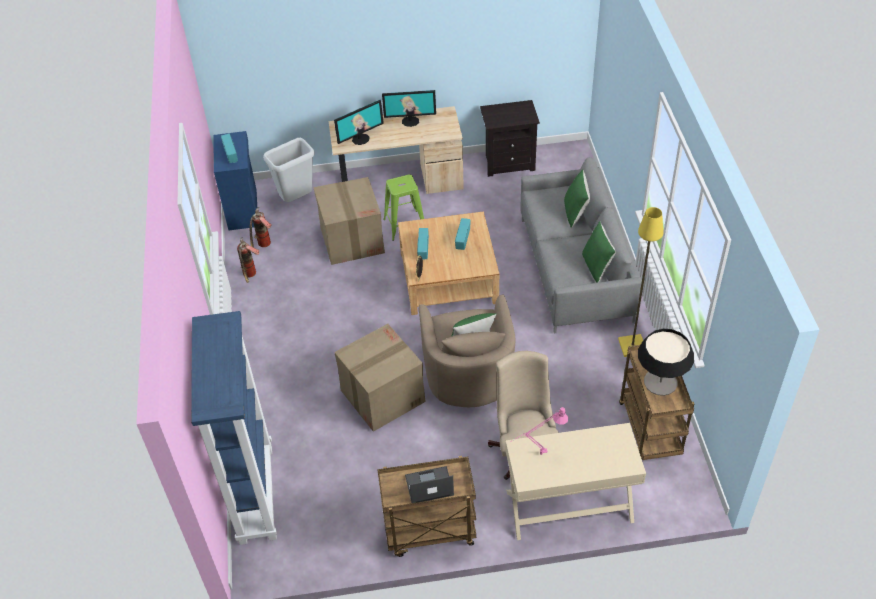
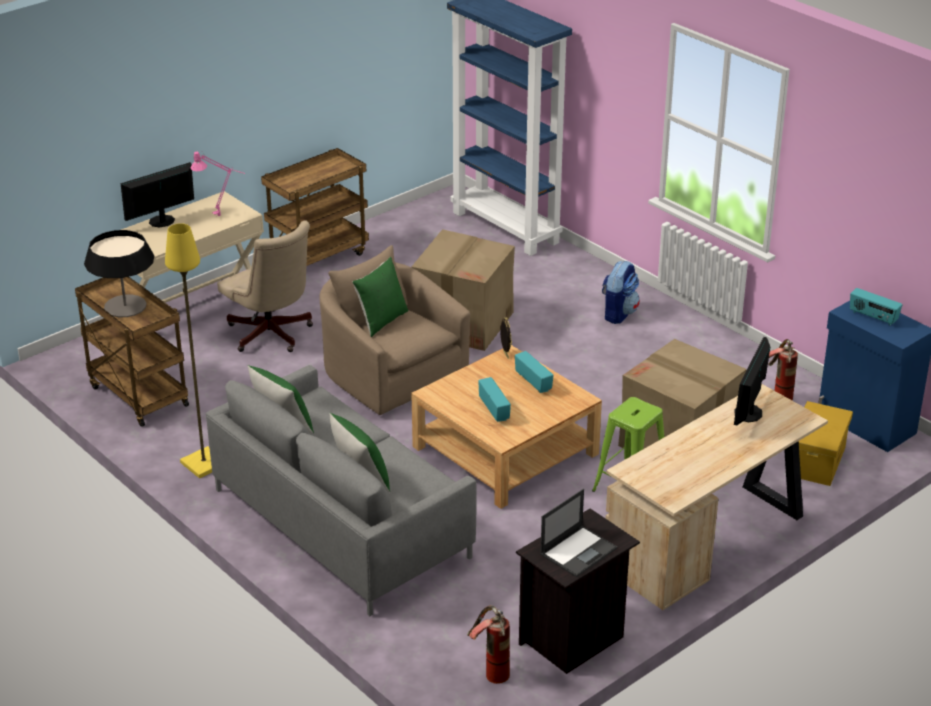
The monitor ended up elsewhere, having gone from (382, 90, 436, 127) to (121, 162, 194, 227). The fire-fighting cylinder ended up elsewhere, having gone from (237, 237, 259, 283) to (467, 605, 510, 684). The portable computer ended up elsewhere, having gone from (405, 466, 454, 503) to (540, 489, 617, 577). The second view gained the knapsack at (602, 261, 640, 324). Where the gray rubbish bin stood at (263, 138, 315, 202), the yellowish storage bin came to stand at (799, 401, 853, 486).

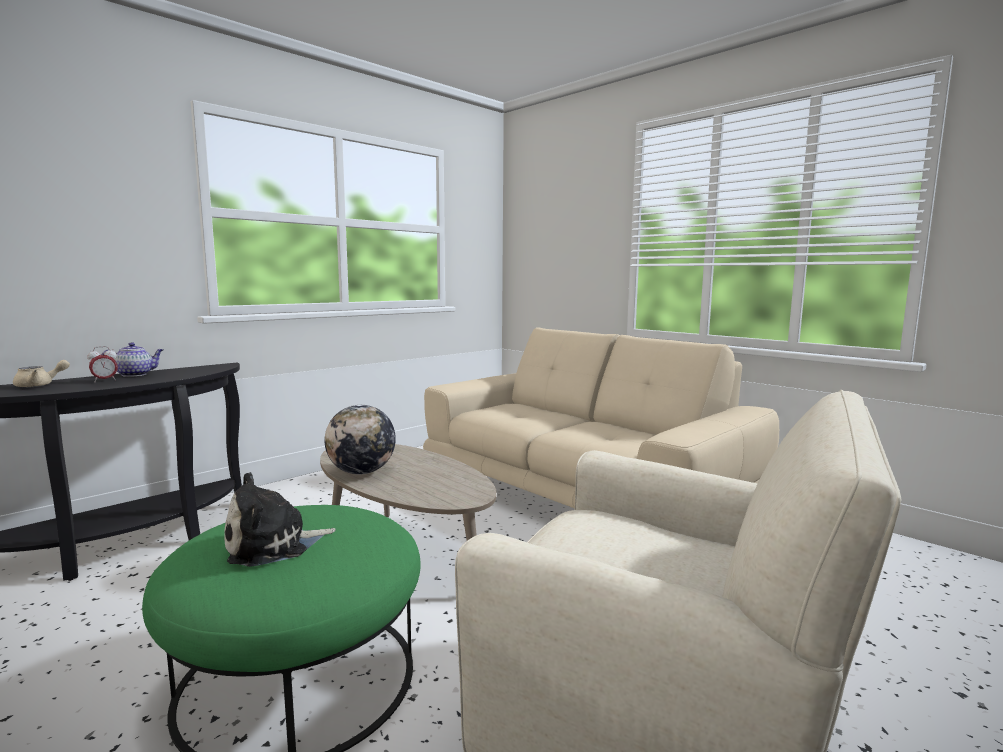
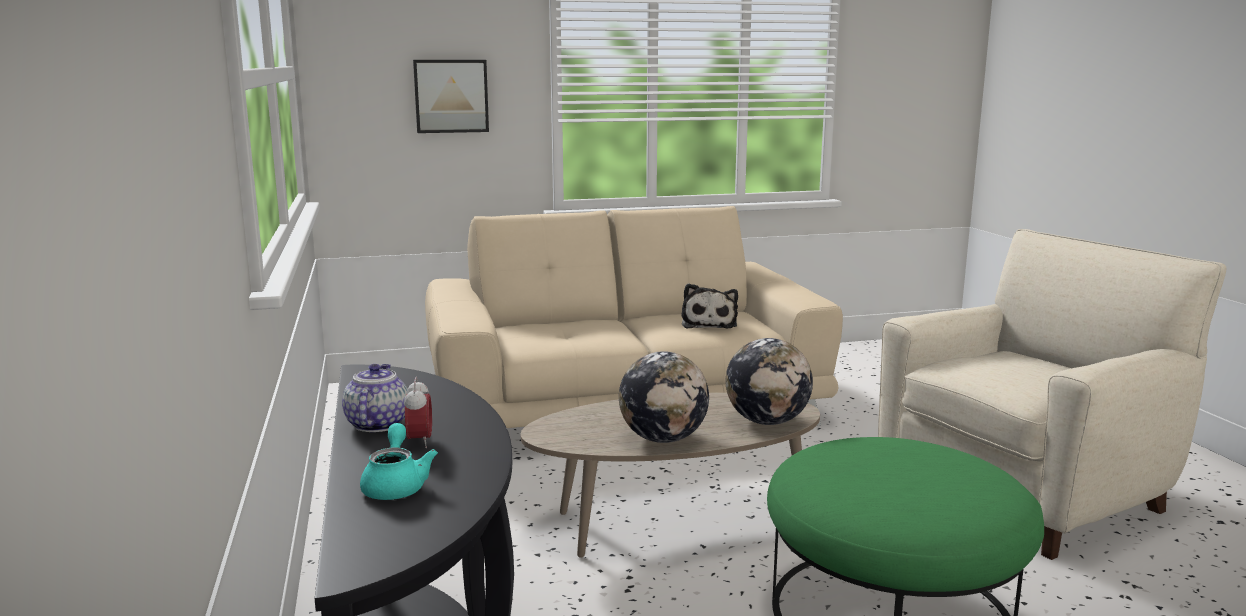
What was the beige pot for tea at (13, 360, 70, 388) turned into the blue-green pot for tea at (360, 423, 438, 500). The second view gained the wall picture at (413, 60, 489, 133). The plush toy ended up elsewhere, having gone from (224, 472, 336, 567) to (682, 283, 738, 329). The second view gained the desk globe at (726, 338, 813, 425).

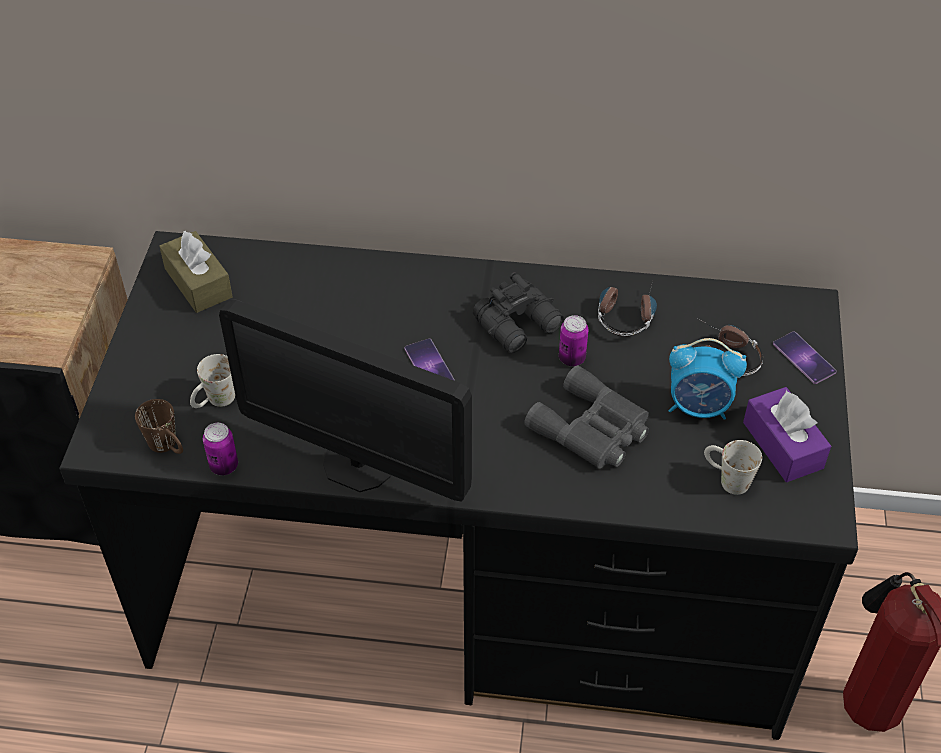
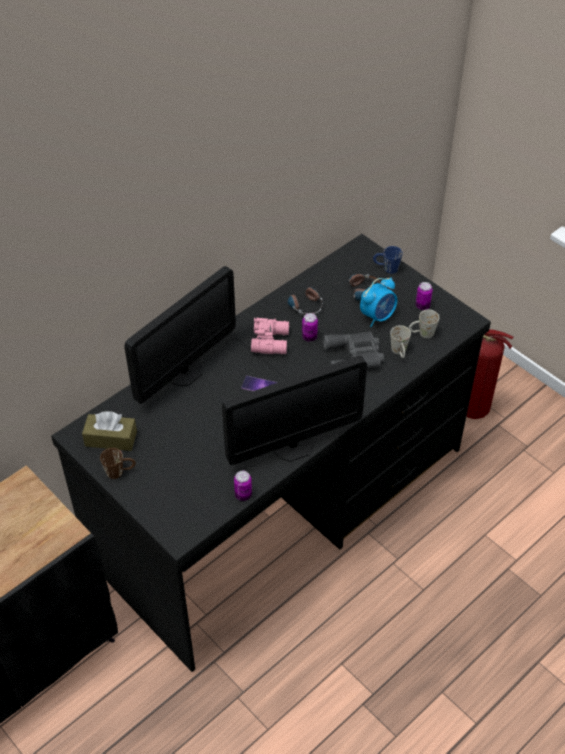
The brown coffee mug ended up elsewhere, having gone from (135, 399, 183, 454) to (100, 448, 136, 479). The second view gained the monitor at (124, 266, 236, 404). What was the black-coloured pair of binoculars at (473, 272, 564, 353) turned into the pink pair of binoculars at (251, 318, 289, 355). Where the phone stood at (773, 332, 837, 384), the blue coffee mug came to stand at (373, 246, 403, 274). The white coffee mug ended up elsewhere, having gone from (190, 354, 235, 408) to (390, 325, 411, 358). Where the purplish box of tissues stood at (743, 387, 831, 482), the can came to stand at (416, 282, 433, 310).

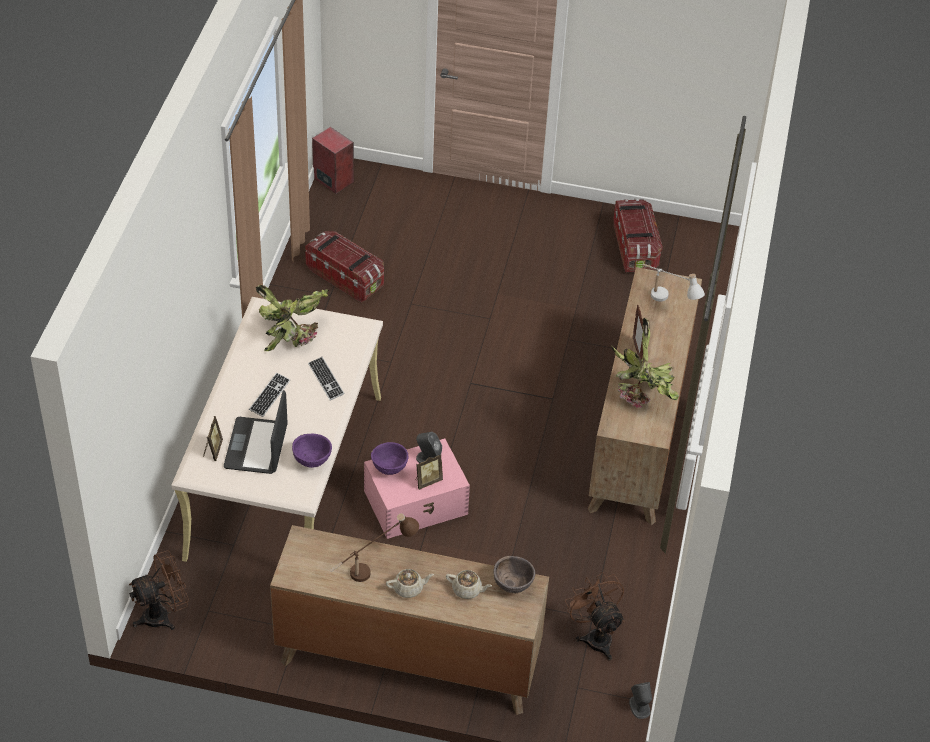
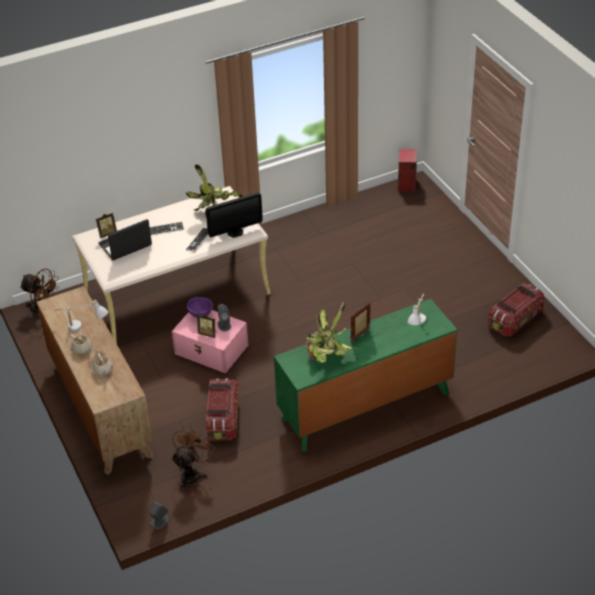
What was the brown table lamp at (330, 513, 419, 582) turned into the white table lamp at (54, 300, 108, 331). The second view gained the monitor at (206, 192, 263, 238). The storage bin ended up elsewhere, having gone from (305, 231, 384, 303) to (206, 378, 239, 441). What was the brown dresser at (588, 267, 702, 525) turned into the green-coloured dresser at (274, 299, 457, 451). The second view lost the purplish deep dish at (292, 433, 332, 468). The second view lost the brown deep dish at (493, 556, 535, 593).

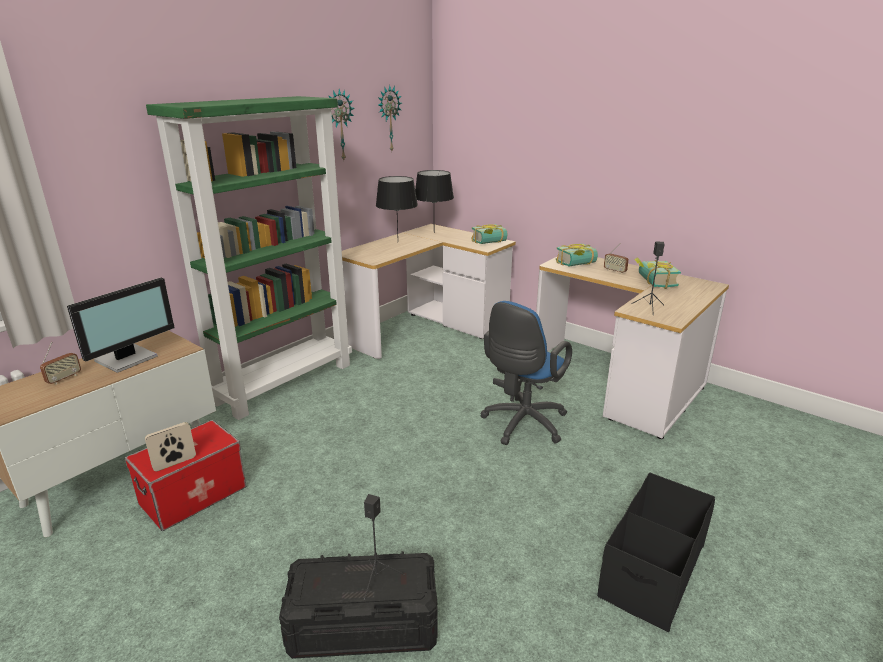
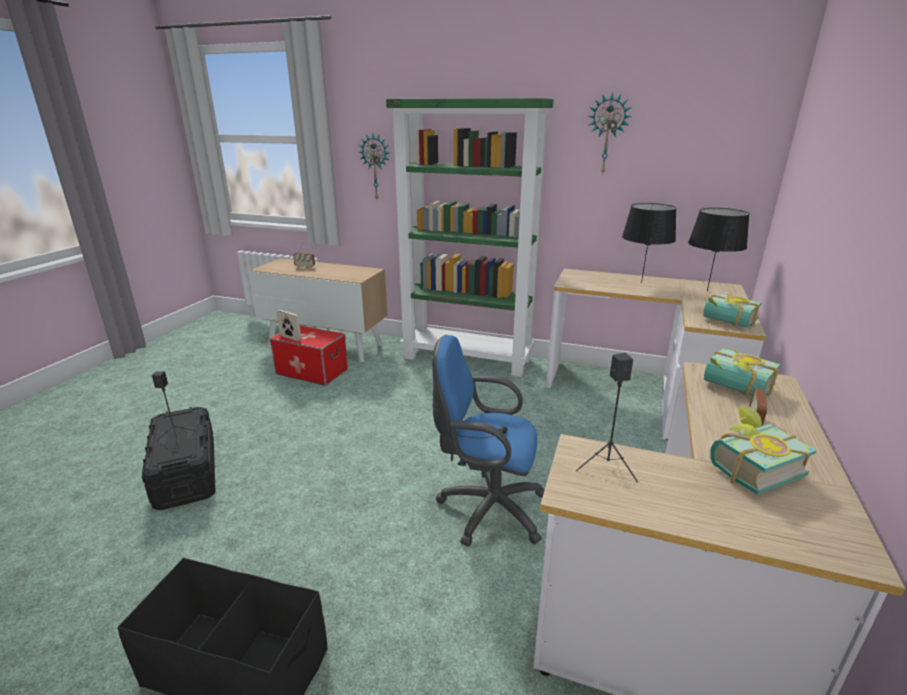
The wall clock ended up elsewhere, having gone from (378, 85, 402, 151) to (358, 134, 390, 200). The second view lost the monitor at (67, 278, 175, 373).

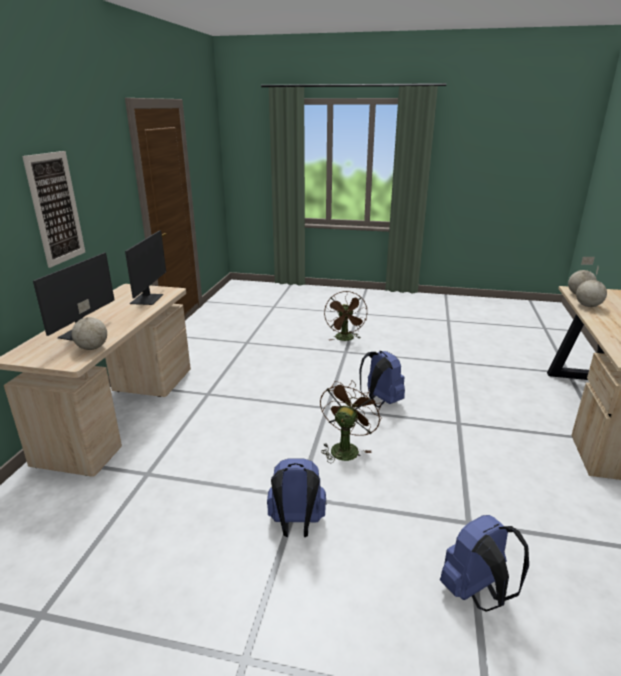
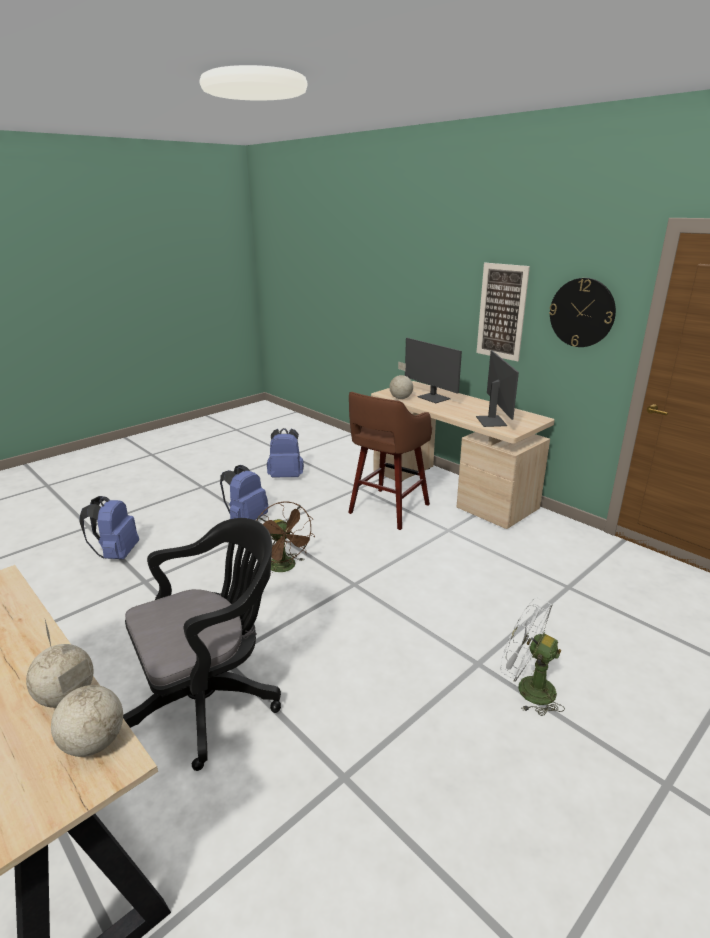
The second view gained the black-coloured desk chair at (123, 518, 281, 771). The blue knapsack ended up elsewhere, having gone from (359, 351, 405, 407) to (267, 428, 304, 478). The second view gained the brown stool seat at (348, 392, 432, 530). The monitor at (125, 230, 166, 305) ended up facing another way, 135 degrees counterclockwise from before. What was the brown fan at (324, 291, 367, 341) turned into the white fan at (500, 597, 565, 716). The second view gained the wall clock at (549, 278, 616, 347).

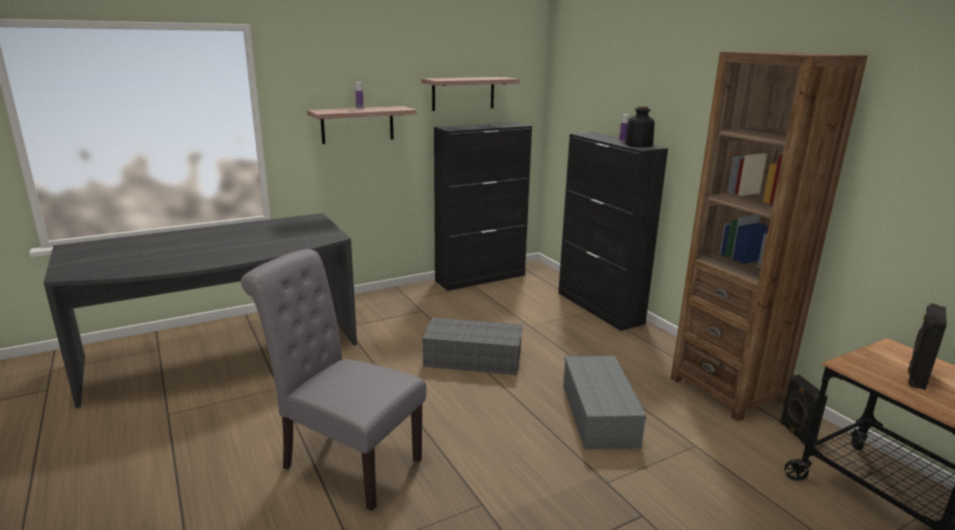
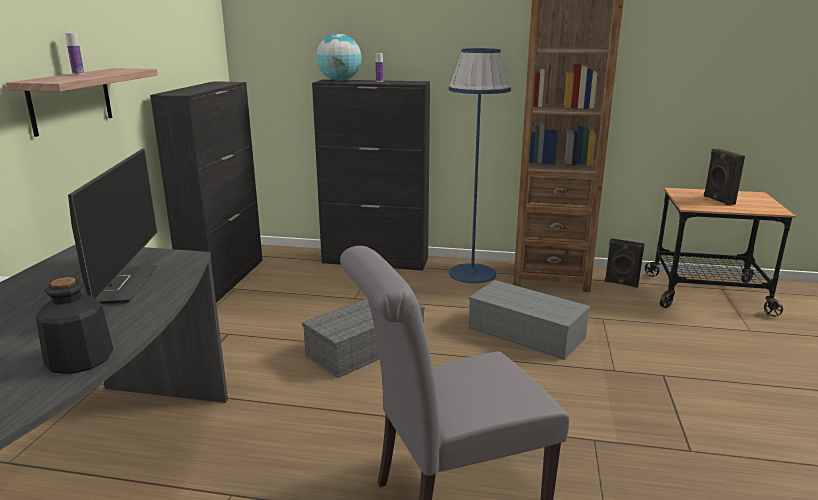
The drink bottle ended up elsewhere, having gone from (625, 106, 655, 147) to (36, 277, 114, 374). The second view gained the monitor at (68, 148, 157, 304). The second view gained the desk globe at (316, 34, 361, 81). The second view gained the blue standard lamp at (449, 48, 511, 283). The second view lost the wall shelf at (421, 77, 520, 111).

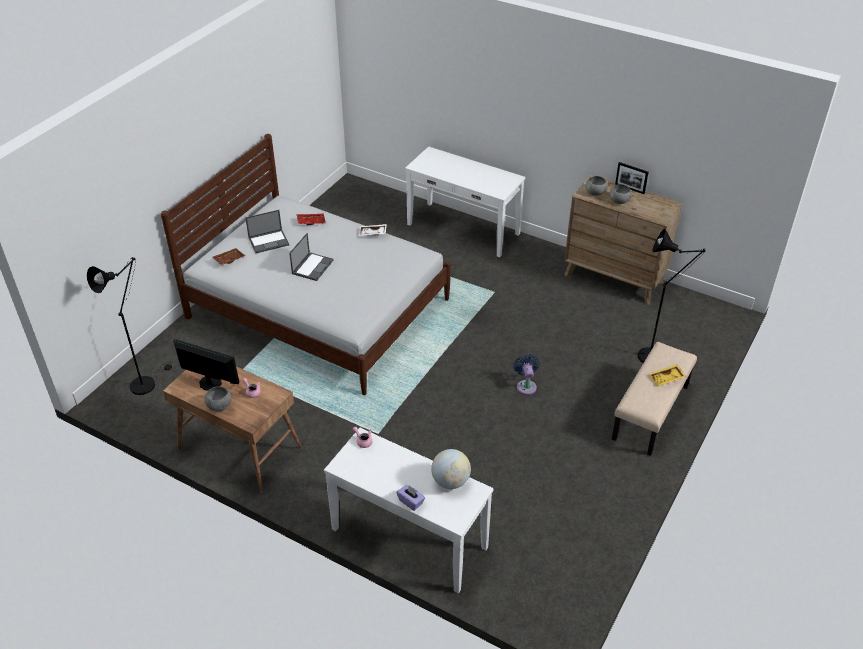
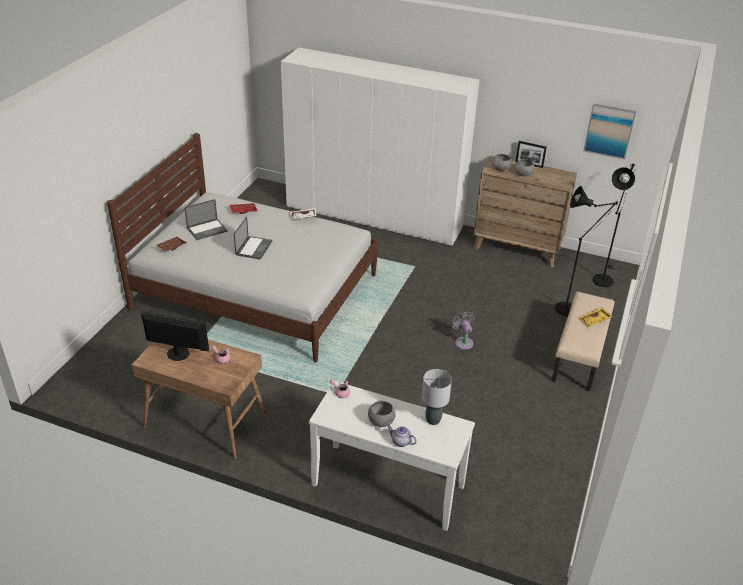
Where the white hall table stood at (405, 146, 525, 257), the white wardrobe came to stand at (281, 47, 479, 246). The gray deep dish ended up elsewhere, having gone from (205, 386, 232, 411) to (368, 401, 396, 427). Where the purplish box of tissues stood at (396, 485, 425, 511), the pot for tea came to stand at (387, 426, 417, 447). Where the desk globe stood at (431, 449, 471, 489), the gray table lamp came to stand at (422, 369, 452, 425). What was the blue fan at (513, 354, 540, 395) turned into the gray fan at (451, 311, 475, 350). The second view gained the wall picture at (583, 103, 636, 159). The black-coloured standard lamp ended up elsewhere, having gone from (87, 257, 172, 395) to (592, 163, 636, 287).

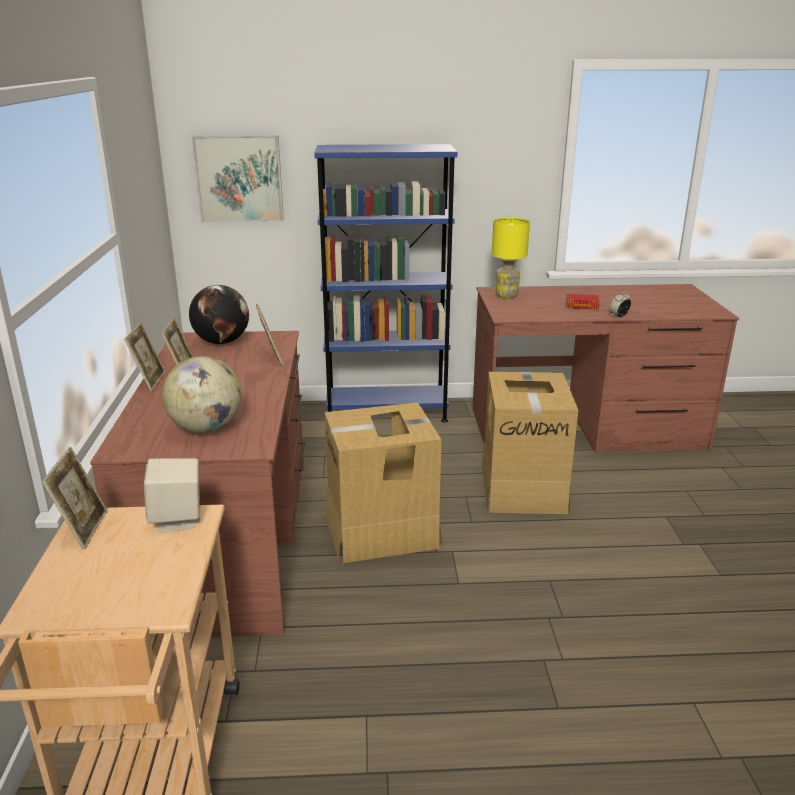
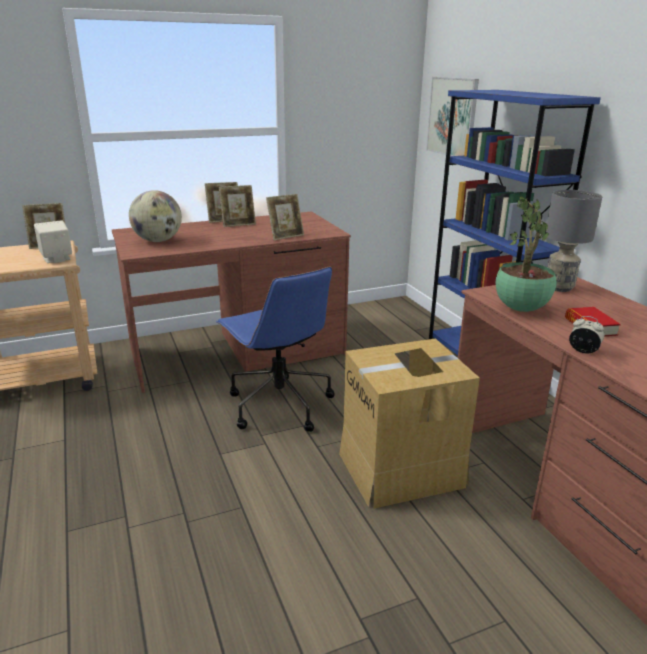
Where the carton stood at (325, 402, 442, 563), the blue desk chair came to stand at (216, 267, 335, 432). The second view gained the potted plant at (496, 196, 556, 312). What was the yellowish table lamp at (492, 217, 530, 299) turned into the gray table lamp at (546, 190, 602, 292). The second view lost the desk globe at (189, 285, 249, 344).

